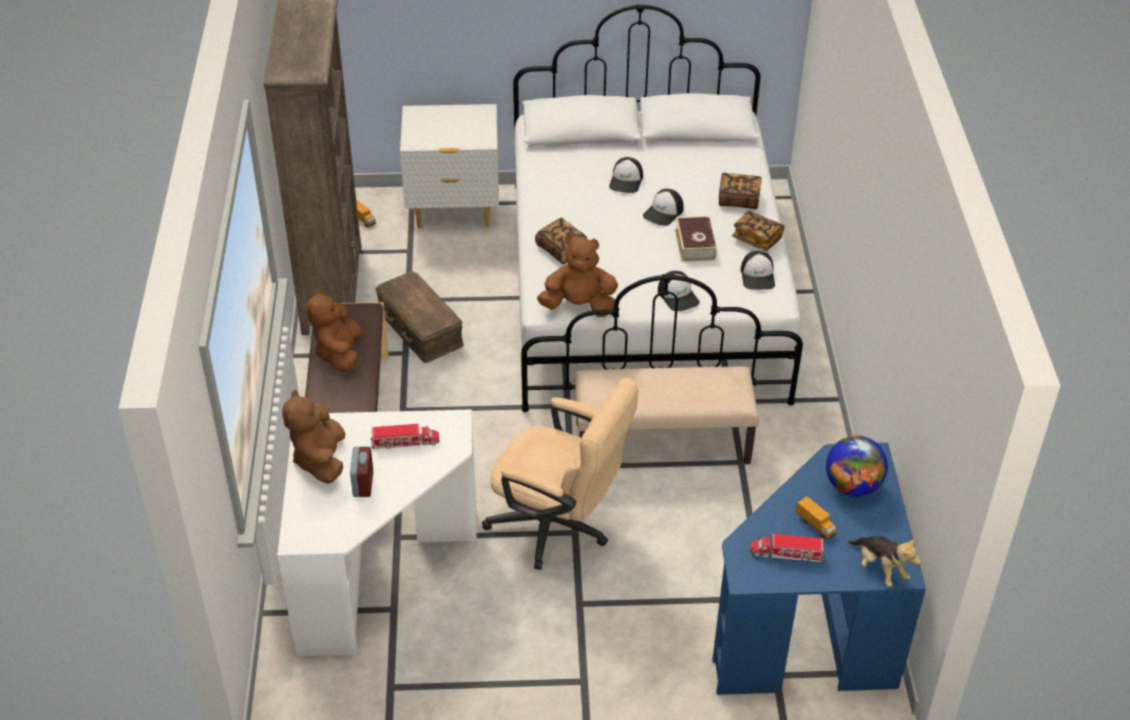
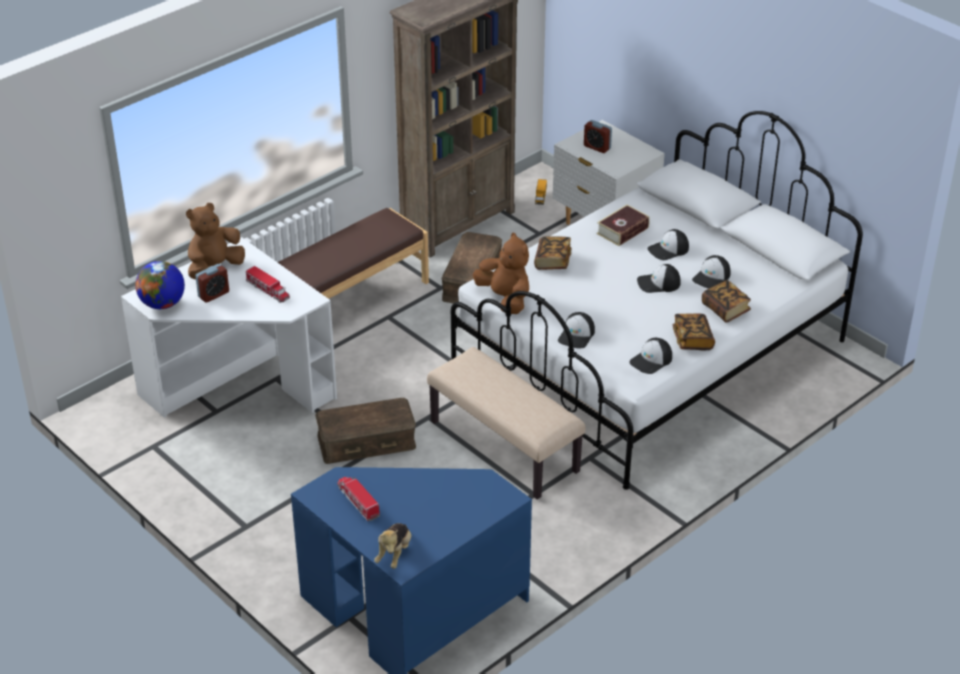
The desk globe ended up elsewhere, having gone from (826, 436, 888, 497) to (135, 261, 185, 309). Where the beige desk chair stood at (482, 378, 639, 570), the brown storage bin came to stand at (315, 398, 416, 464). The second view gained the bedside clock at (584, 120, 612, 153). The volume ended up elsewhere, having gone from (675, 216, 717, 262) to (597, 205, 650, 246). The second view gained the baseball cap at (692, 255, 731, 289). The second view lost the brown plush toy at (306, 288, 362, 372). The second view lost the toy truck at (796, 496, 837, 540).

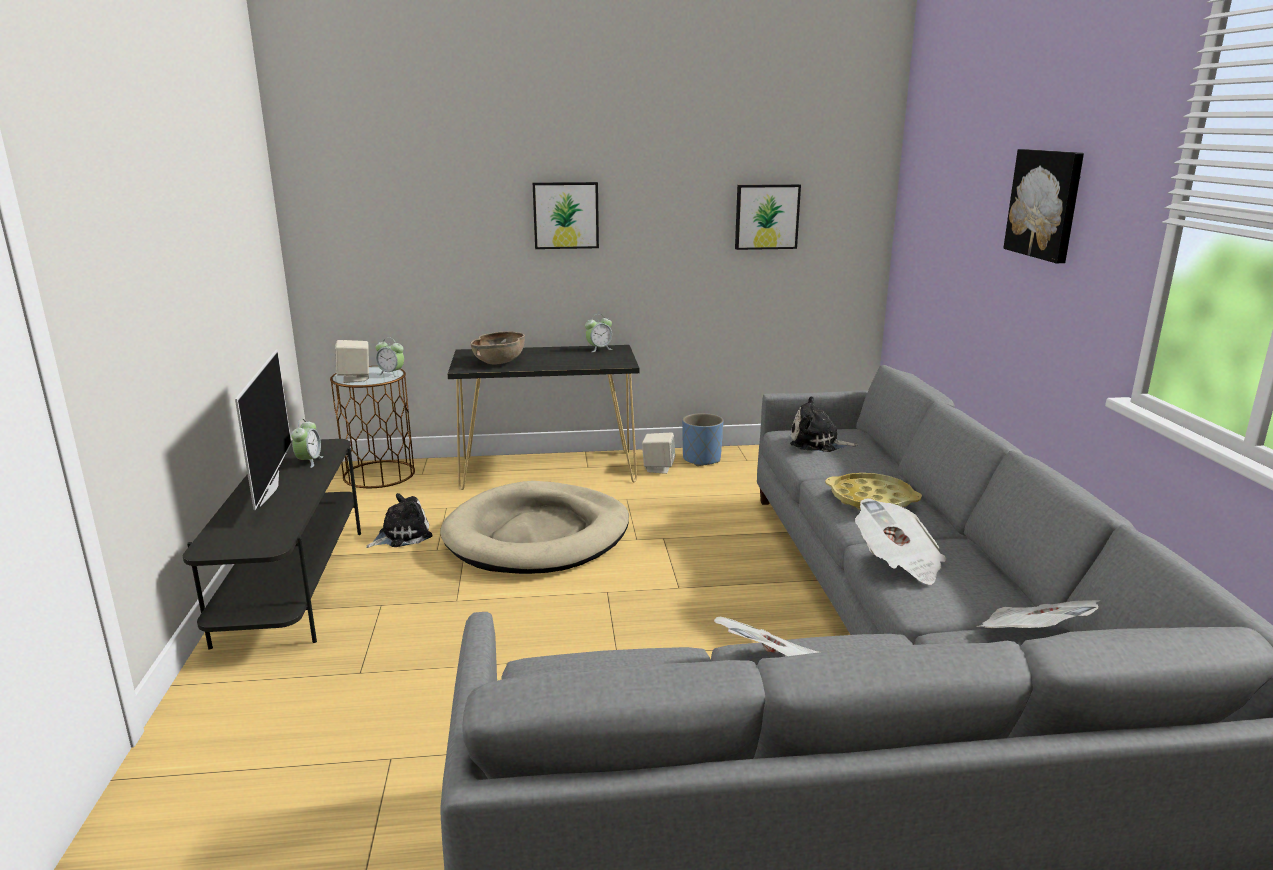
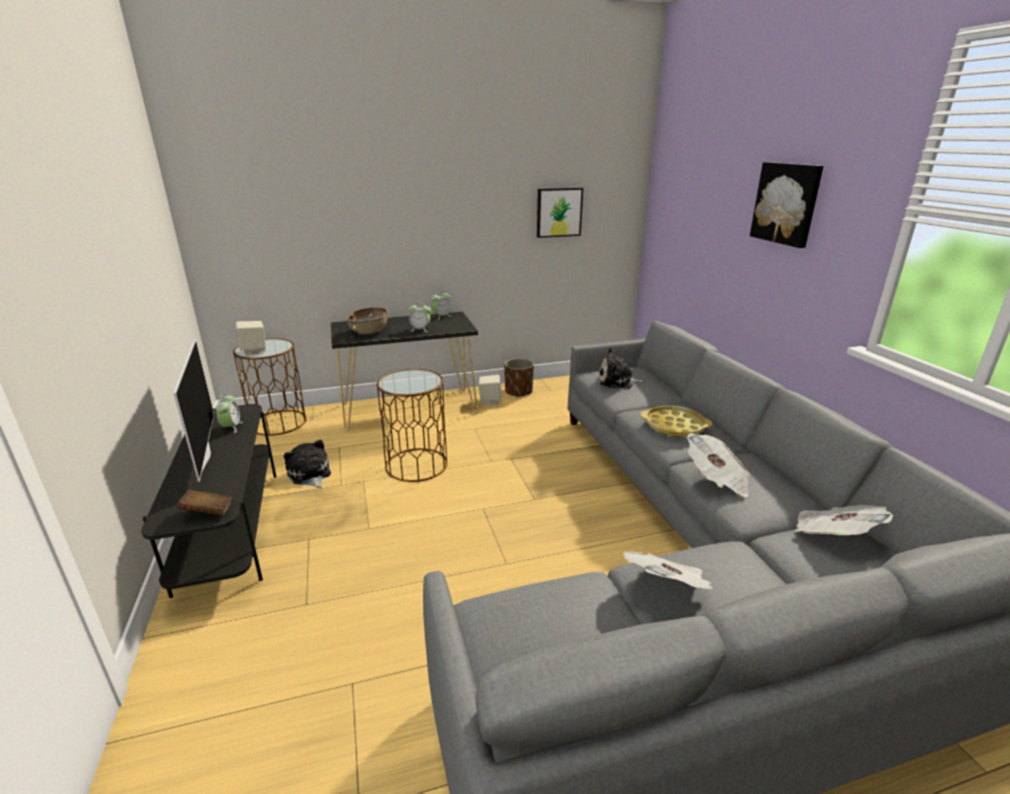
The second view gained the brown volume at (177, 490, 232, 516). The plush toy at (366, 493, 432, 548) ended up facing another way, 75 degrees counterclockwise from before. Where the beige dog bed stood at (440, 481, 629, 574), the brown end table came to stand at (376, 369, 448, 482). The bedside clock ended up elsewhere, having gone from (375, 338, 404, 377) to (408, 304, 431, 332). What was the blue plant pot at (682, 413, 724, 466) turned into the brown plant pot at (504, 358, 534, 397). The second view lost the wall picture at (533, 182, 599, 249).

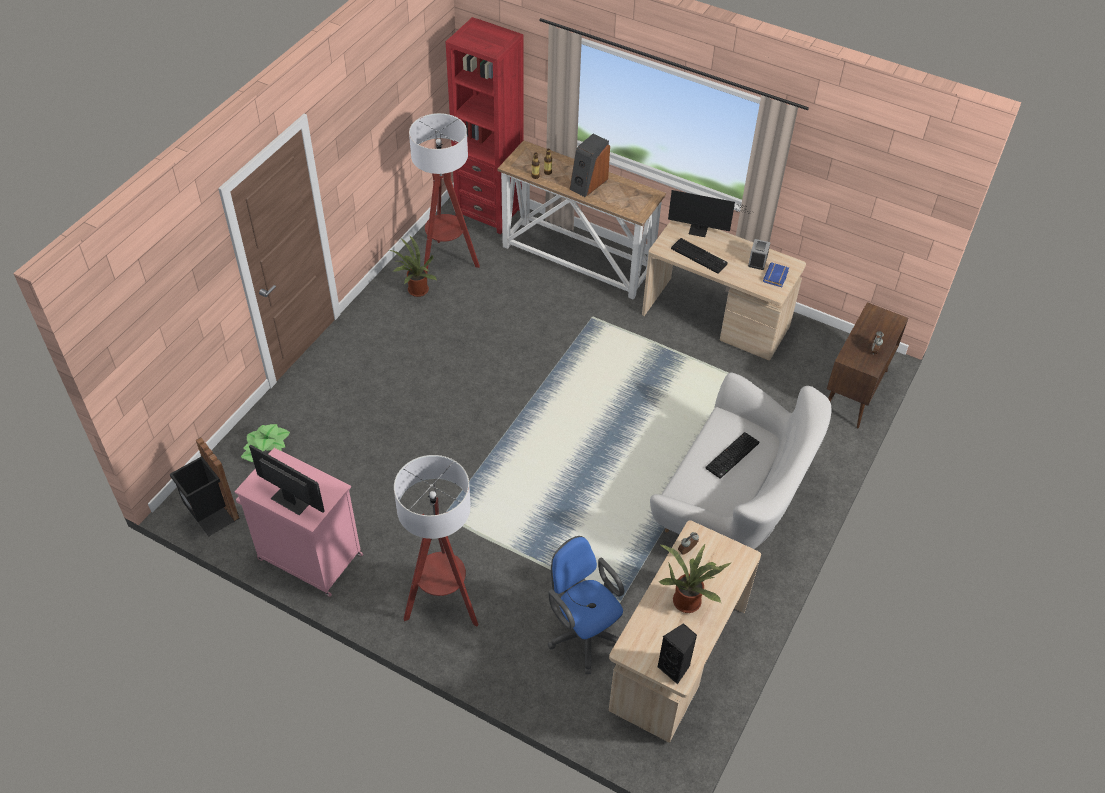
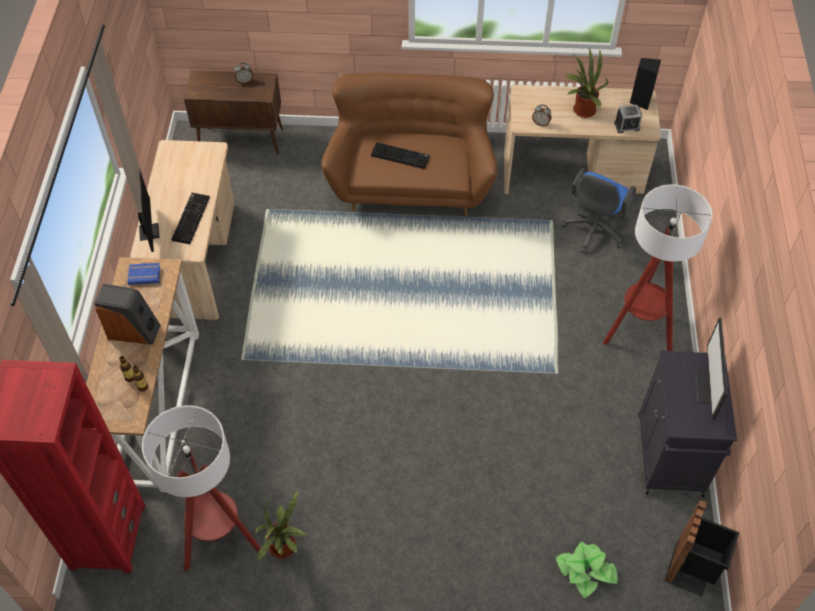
The blue volume ended up elsewhere, having gone from (763, 262, 789, 287) to (128, 263, 160, 285). What was the white sofa at (650, 372, 832, 549) turned into the brown sofa at (321, 73, 498, 216). The bedside clock ended up elsewhere, having gone from (748, 239, 771, 270) to (614, 105, 642, 133). What was the pink storage cabinet at (234, 448, 363, 597) turned into the black-coloured storage cabinet at (639, 351, 737, 497).

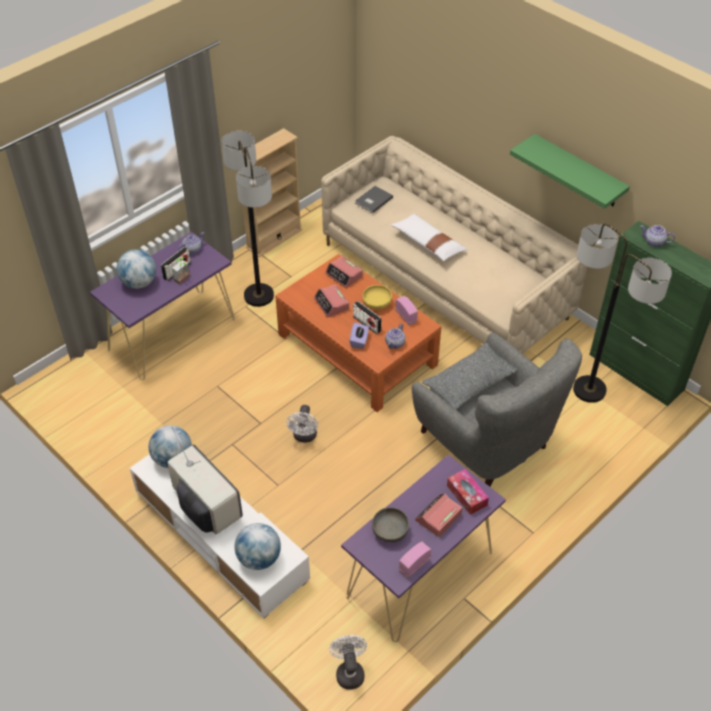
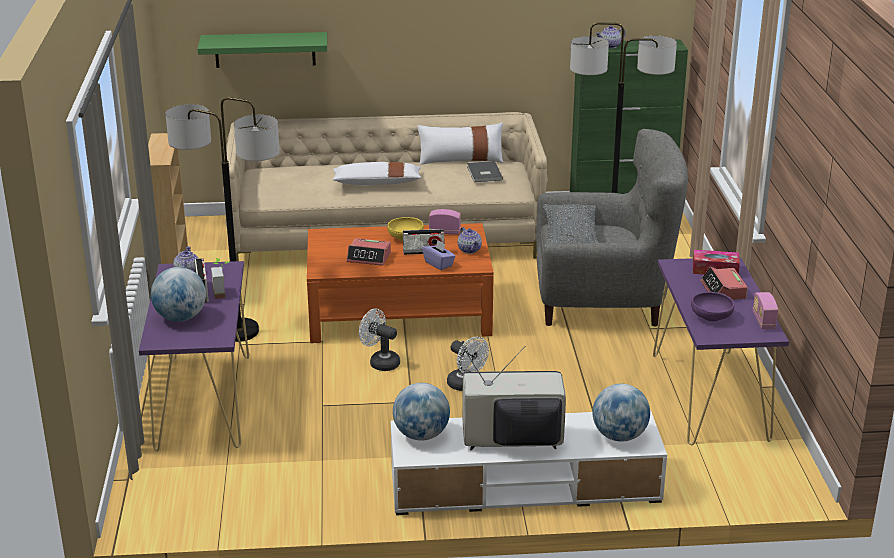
The green-coloured wall shelf ended up elsewhere, having gone from (510, 134, 630, 209) to (197, 32, 327, 68). The white fan ended up elsewhere, having gone from (329, 635, 367, 690) to (359, 308, 400, 371). The second view gained the white cushion at (417, 123, 504, 164). The gray volume ended up elsewhere, having gone from (355, 186, 393, 213) to (467, 161, 503, 182). What was the gray deep dish at (372, 507, 409, 542) turned into the purplish deep dish at (691, 292, 735, 321). The second view lost the bedside clock at (325, 256, 363, 288).

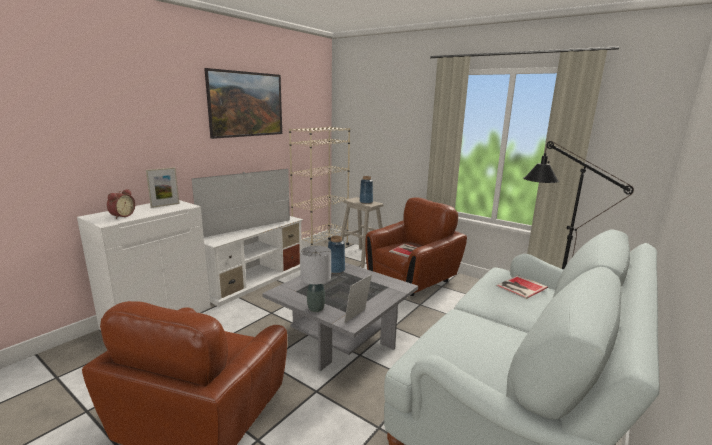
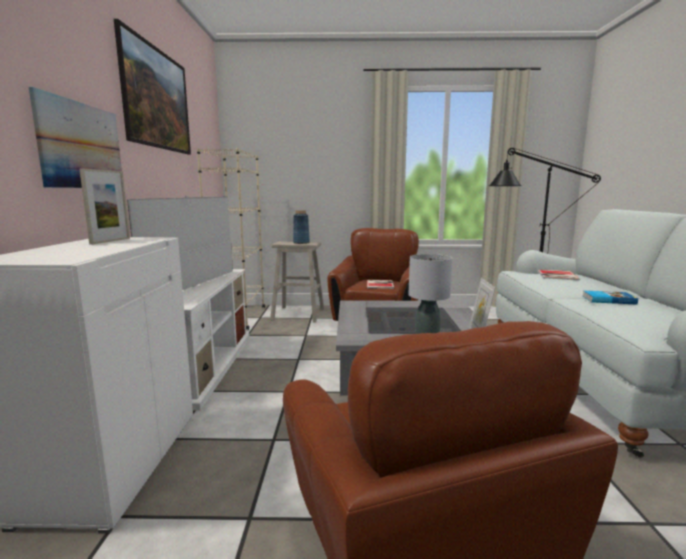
The second view gained the wall picture at (29, 87, 122, 188). The second view gained the volume at (583, 290, 638, 305). The second view lost the bedside clock at (107, 189, 135, 219). The second view lost the blue decorative vase at (328, 236, 345, 274).

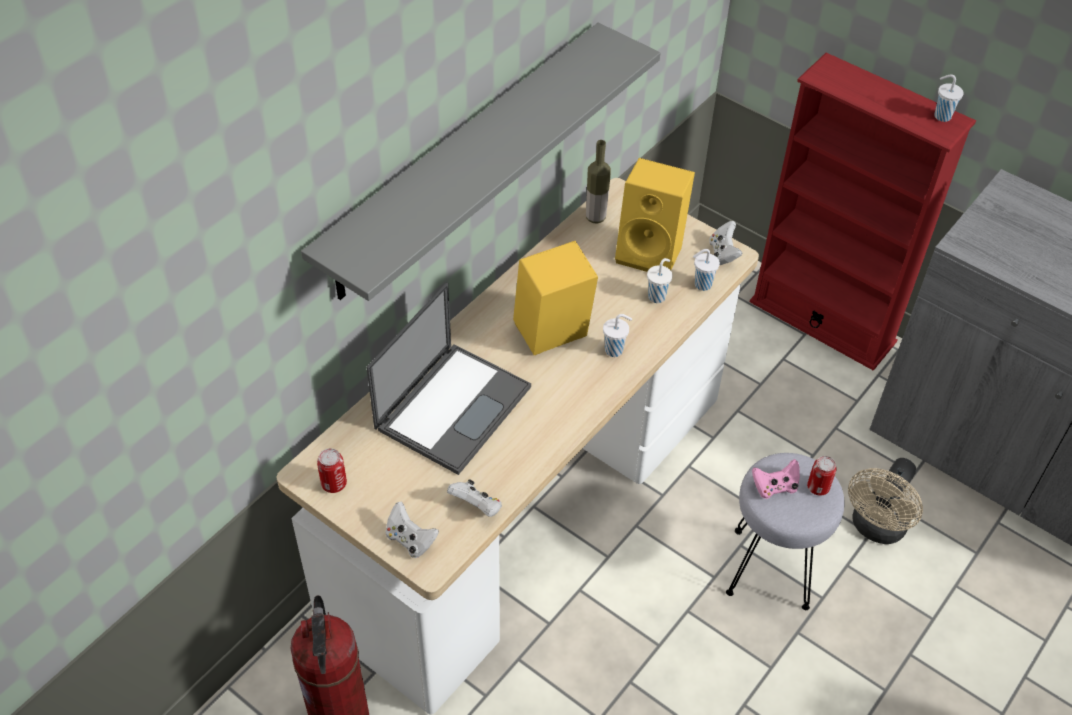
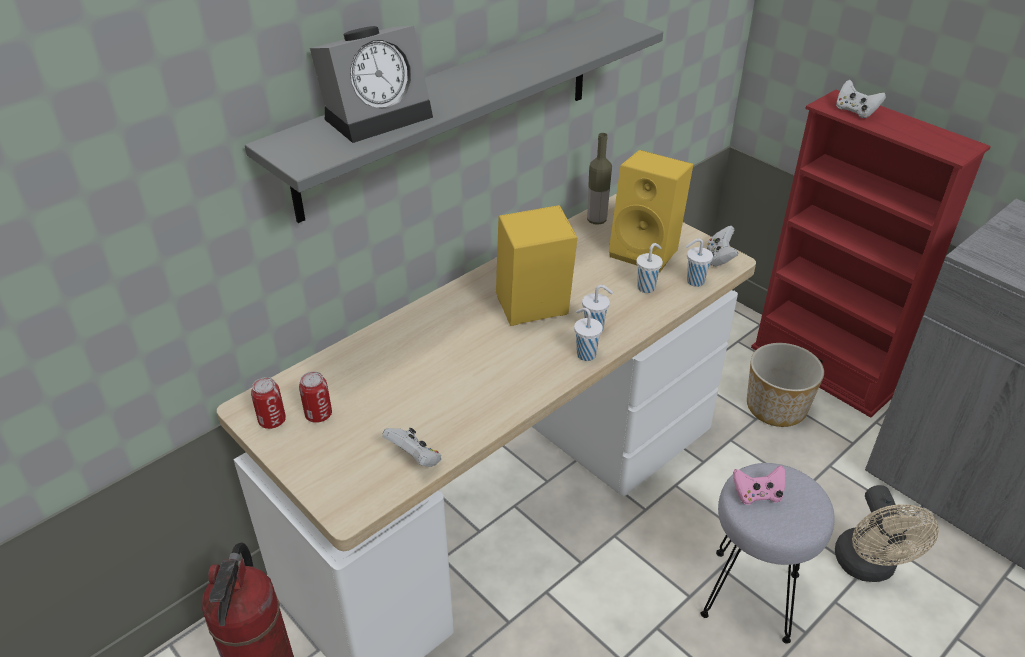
The can ended up elsewhere, having gone from (807, 456, 837, 496) to (299, 371, 332, 423). The second view gained the bedside clock at (310, 26, 433, 143). The white small cup ended up elsewhere, having gone from (934, 74, 964, 122) to (574, 308, 603, 361). The second view gained the plant pot at (747, 343, 824, 427). The beige fan at (848, 458, 923, 544) ended up facing another way, 45 degrees counterclockwise from before. The white gamepad ended up elsewhere, having gone from (385, 502, 439, 558) to (836, 80, 886, 118). The second view lost the portable computer at (366, 283, 531, 475).

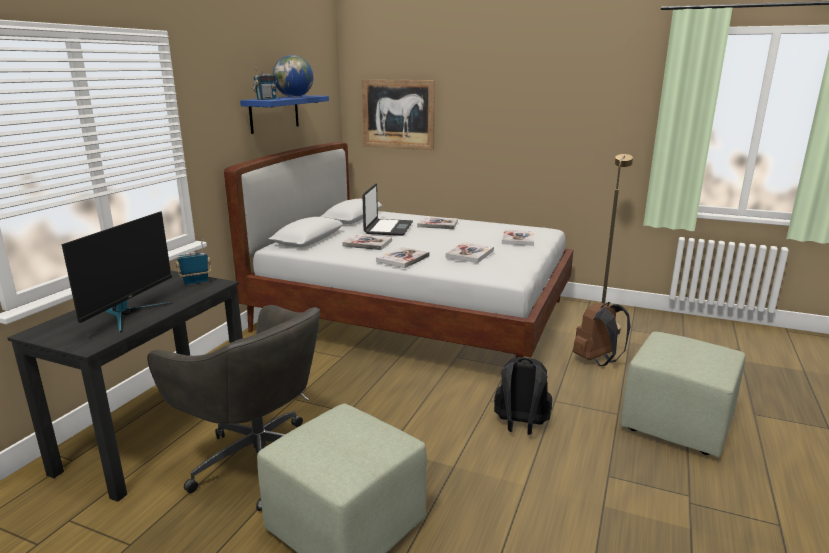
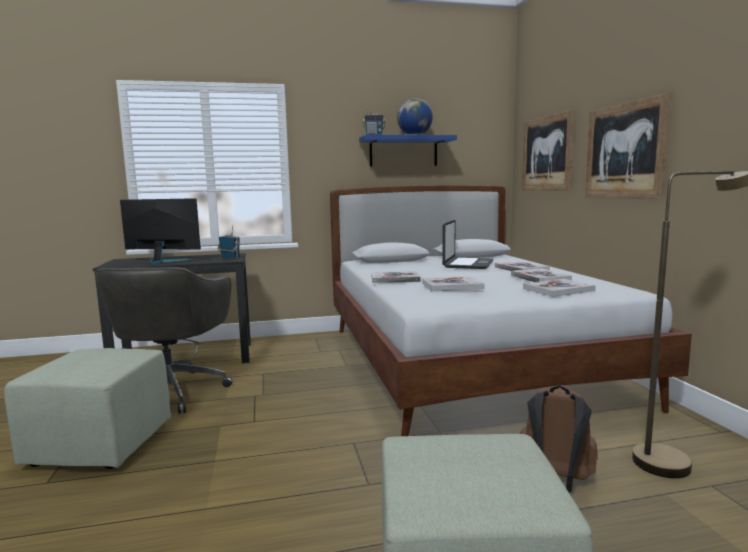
The monitor at (62, 211, 173, 332) ended up facing another way, 150 degrees counterclockwise from before. The portable computer at (362, 184, 413, 236) ended up facing another way, 45 degrees counterclockwise from before. The volume ended up elsewhere, having gone from (342, 234, 392, 250) to (511, 268, 572, 282). The second view gained the wall picture at (585, 93, 671, 199). The second view lost the black-coloured knapsack at (494, 357, 552, 435).

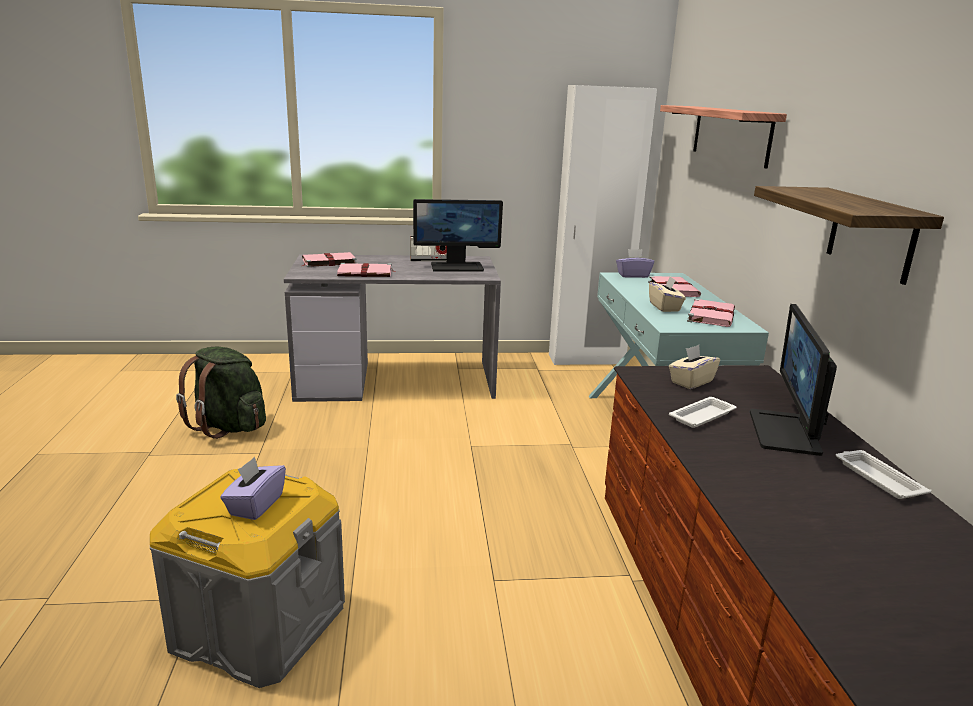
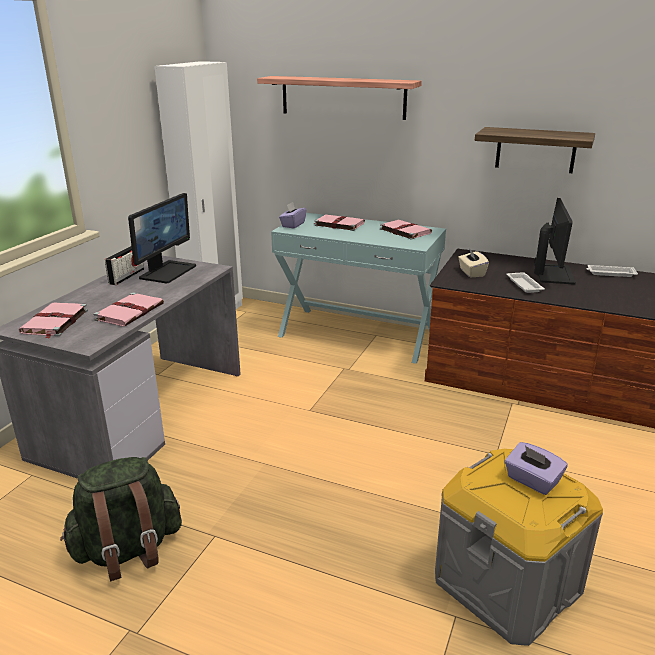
The monitor at (750, 304, 837, 456) ended up facing another way, 120 degrees counterclockwise from before. The second view lost the beige box of tissues at (649, 276, 686, 312).

